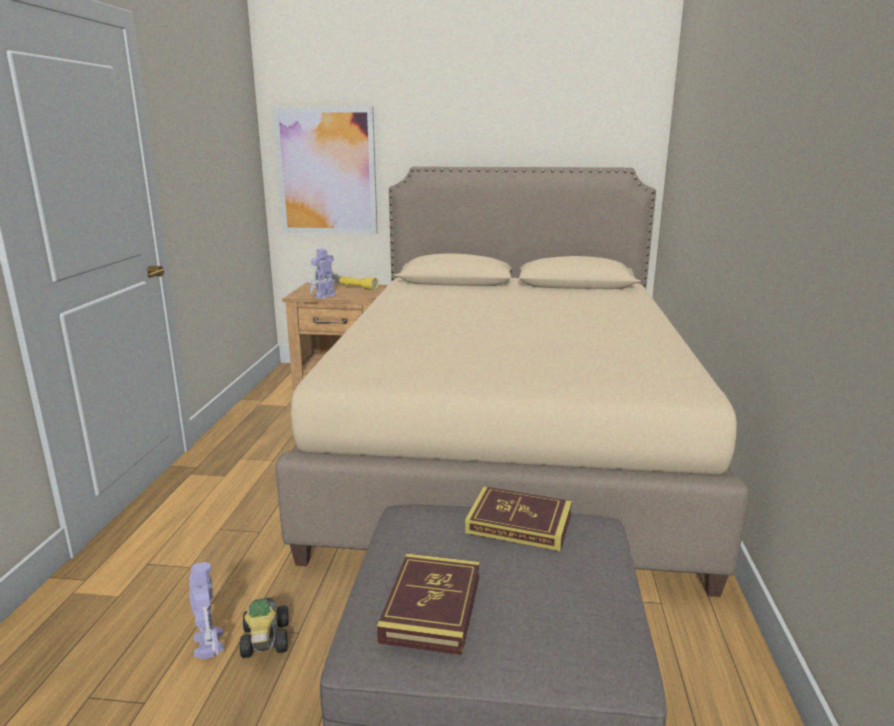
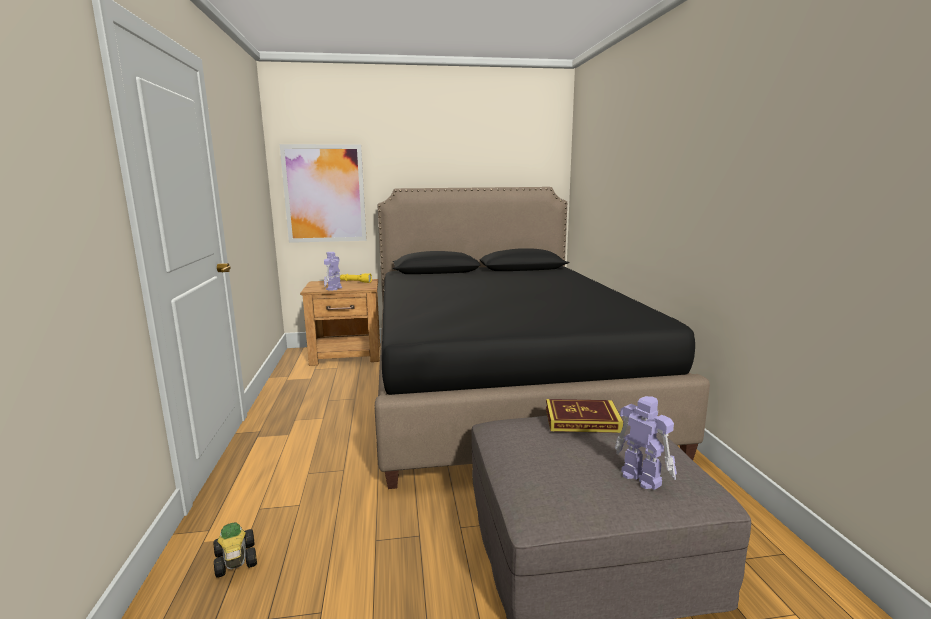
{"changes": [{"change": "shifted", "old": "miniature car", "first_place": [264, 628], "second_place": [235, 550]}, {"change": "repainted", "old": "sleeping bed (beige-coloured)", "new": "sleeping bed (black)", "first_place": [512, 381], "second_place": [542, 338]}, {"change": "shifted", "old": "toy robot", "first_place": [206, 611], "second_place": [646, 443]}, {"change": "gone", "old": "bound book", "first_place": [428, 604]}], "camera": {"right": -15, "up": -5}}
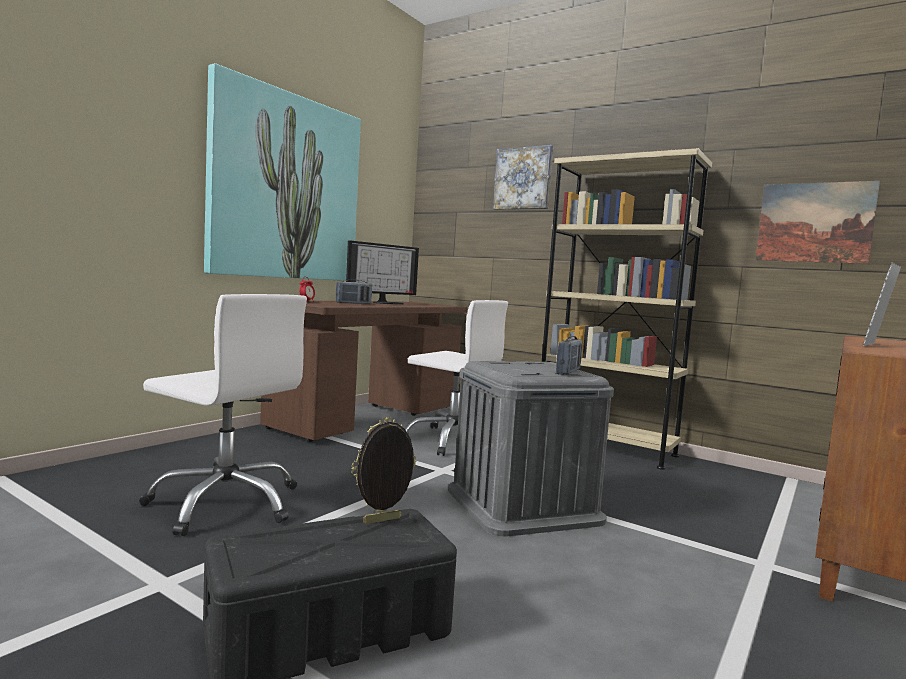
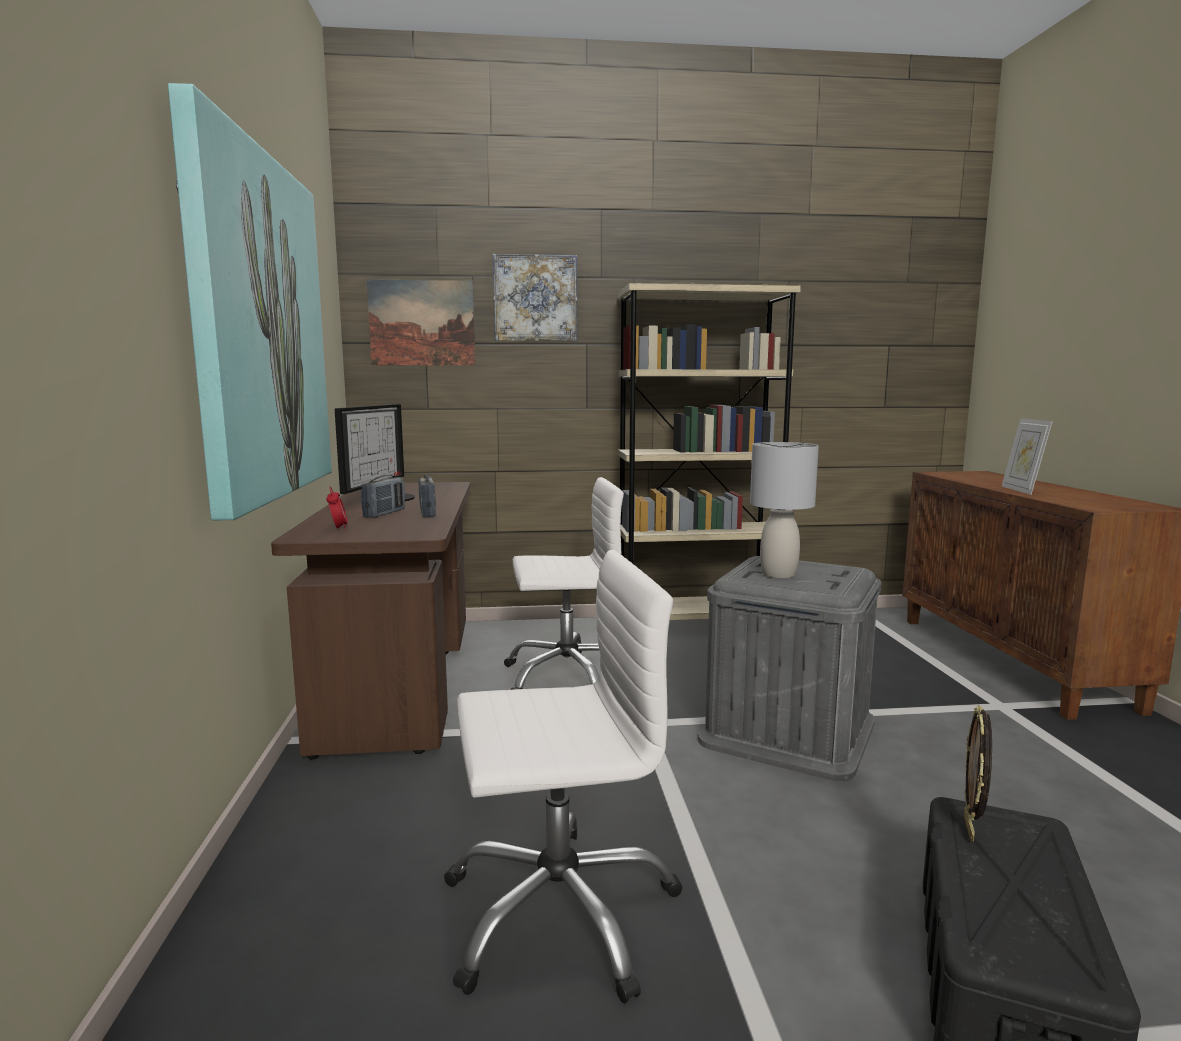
{"changes": [{"change": "shifted", "old": "picture", "first_place": [818, 222], "second_place": [421, 322]}, {"change": "shifted", "old": "radio set", "first_place": [569, 355], "second_place": [427, 495]}, {"change": "new", "new": "tabletop lamp (gray)", "second_place": [784, 510]}], "camera": {"right": -40, "up": 5}}
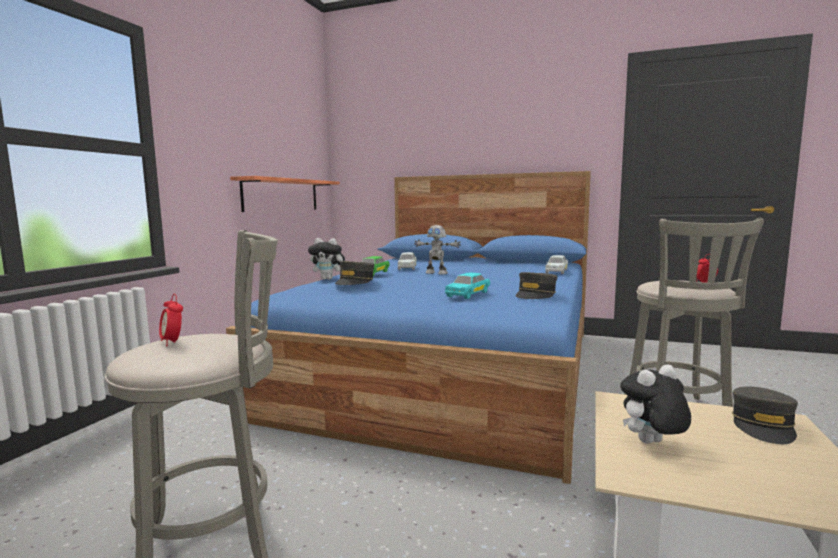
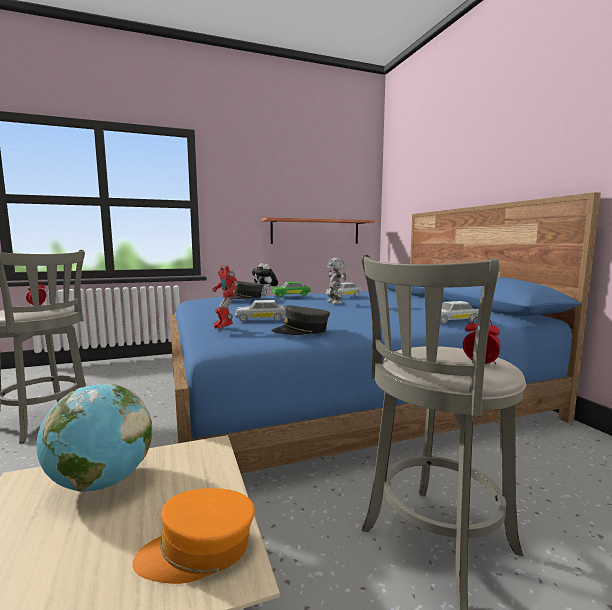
{"changes": [{"change": "swapped", "old": "soft toy", "new": "globe", "first_place": [655, 404], "second_place": [94, 438]}, {"change": "repainted", "old": "peaked cap (gray)", "new": "peaked cap (orange-coloured)", "first_place": [765, 415], "second_place": [194, 536]}, {"change": "new", "new": "toy robot", "second_place": [225, 297]}, {"change": "repainted", "old": "miniature car (blue-green)", "new": "miniature car (whitish)", "first_place": [467, 285], "second_place": [260, 311]}], "camera": {"right": 50, "up": 0}}
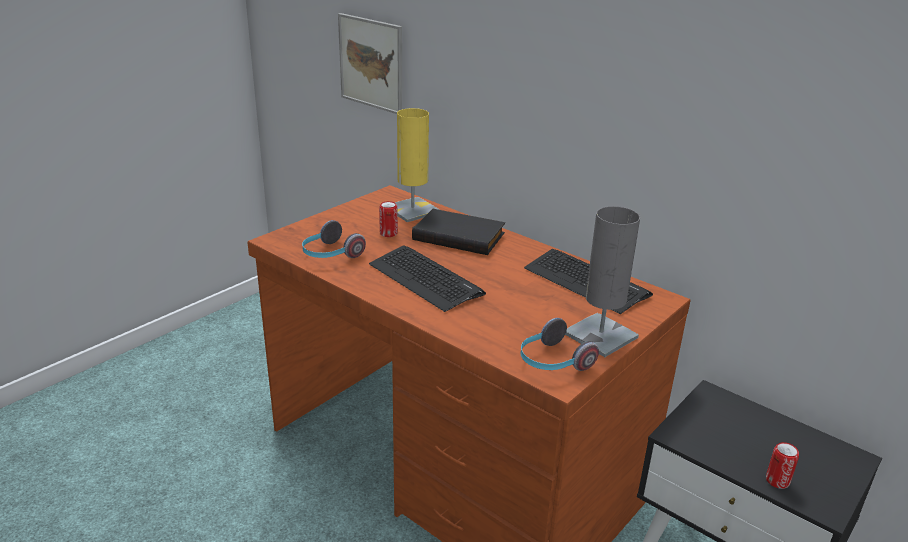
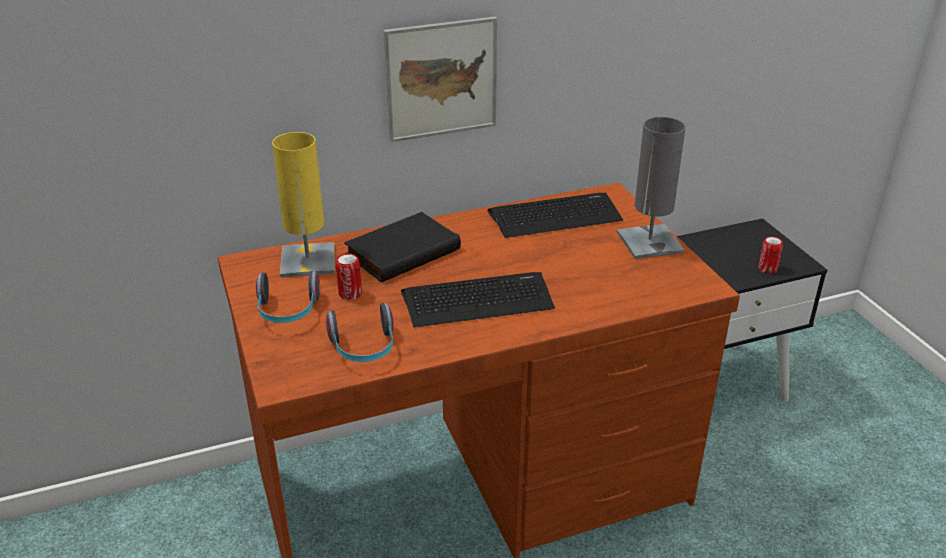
{"changes": [{"change": "shifted", "old": "headset", "first_place": [559, 344], "second_place": [288, 297]}, {"change": "shifted", "old": "picture", "first_place": [370, 63], "second_place": [440, 79]}], "camera": {"right": -60, "up": 5}}
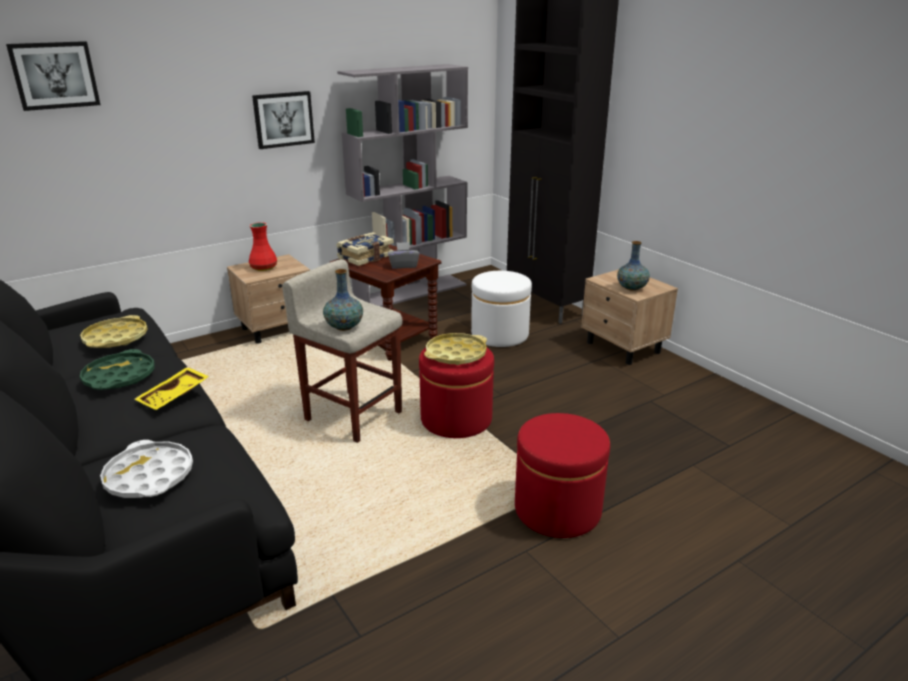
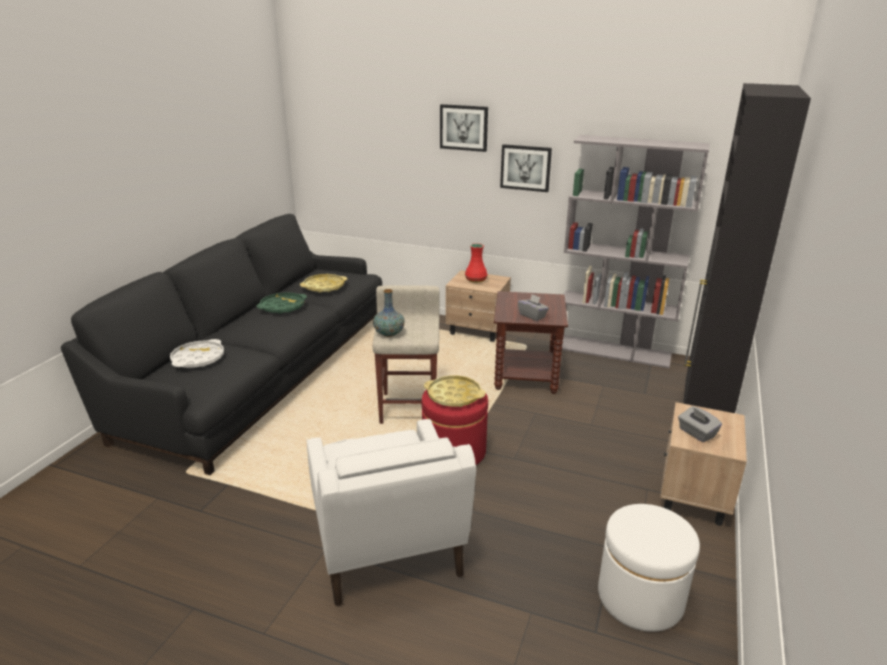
{"changes": [{"change": "swapped", "old": "footrest (reddish)", "new": "easy chair (whitish)", "first_place": [562, 475], "second_place": [391, 512]}, {"change": "shifted", "old": "picture", "first_place": [53, 76], "second_place": [464, 128]}, {"change": "shifted", "old": "footrest (whitish)", "first_place": [501, 309], "second_place": [649, 568]}, {"change": "swapped", "old": "flower vase", "new": "tissue box (gray)", "first_place": [633, 266], "second_place": [700, 424]}, {"change": "gone", "old": "carrying tray (yellow-coloured)", "first_place": [172, 388]}, {"change": "gone", "old": "bound book", "first_place": [365, 249]}], "camera": {"right": 55, "up": 0}}
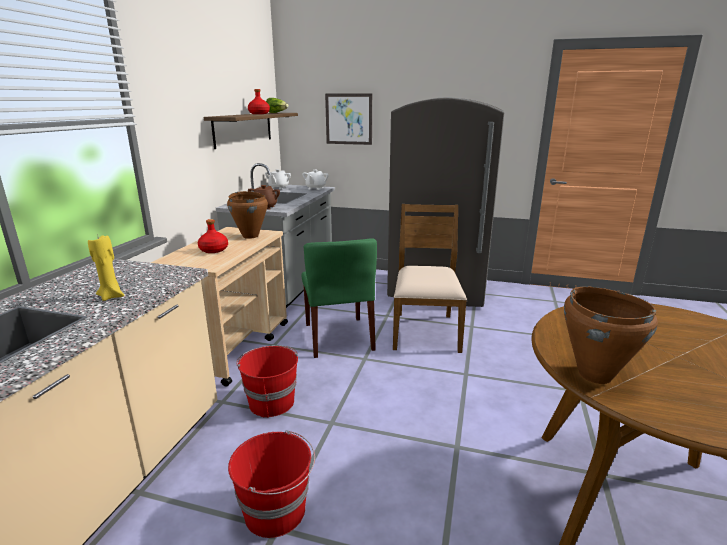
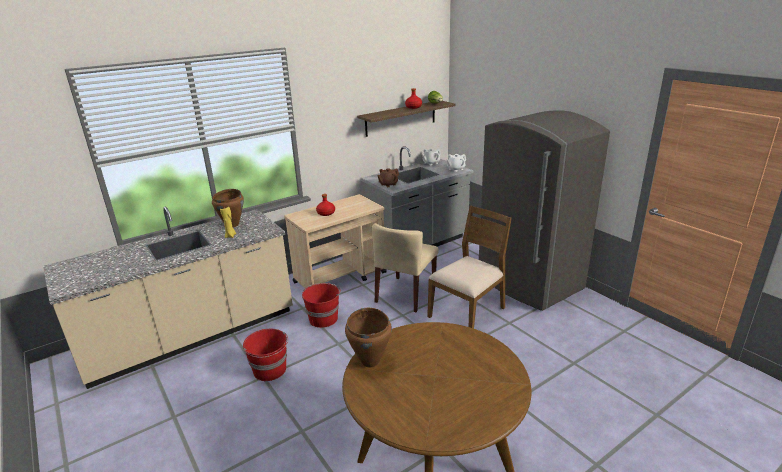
{"changes": [{"change": "shifted", "old": "saucepot (brown-coloured)", "first_place": [247, 215], "second_place": [228, 208]}, {"change": "repainted", "old": "upright chair (greenish)", "new": "upright chair (beige-coloured)", "first_place": [339, 298], "second_place": [405, 267]}, {"change": "gone", "old": "picture", "first_place": [348, 119]}], "camera": {"right": 40, "up": 5}}
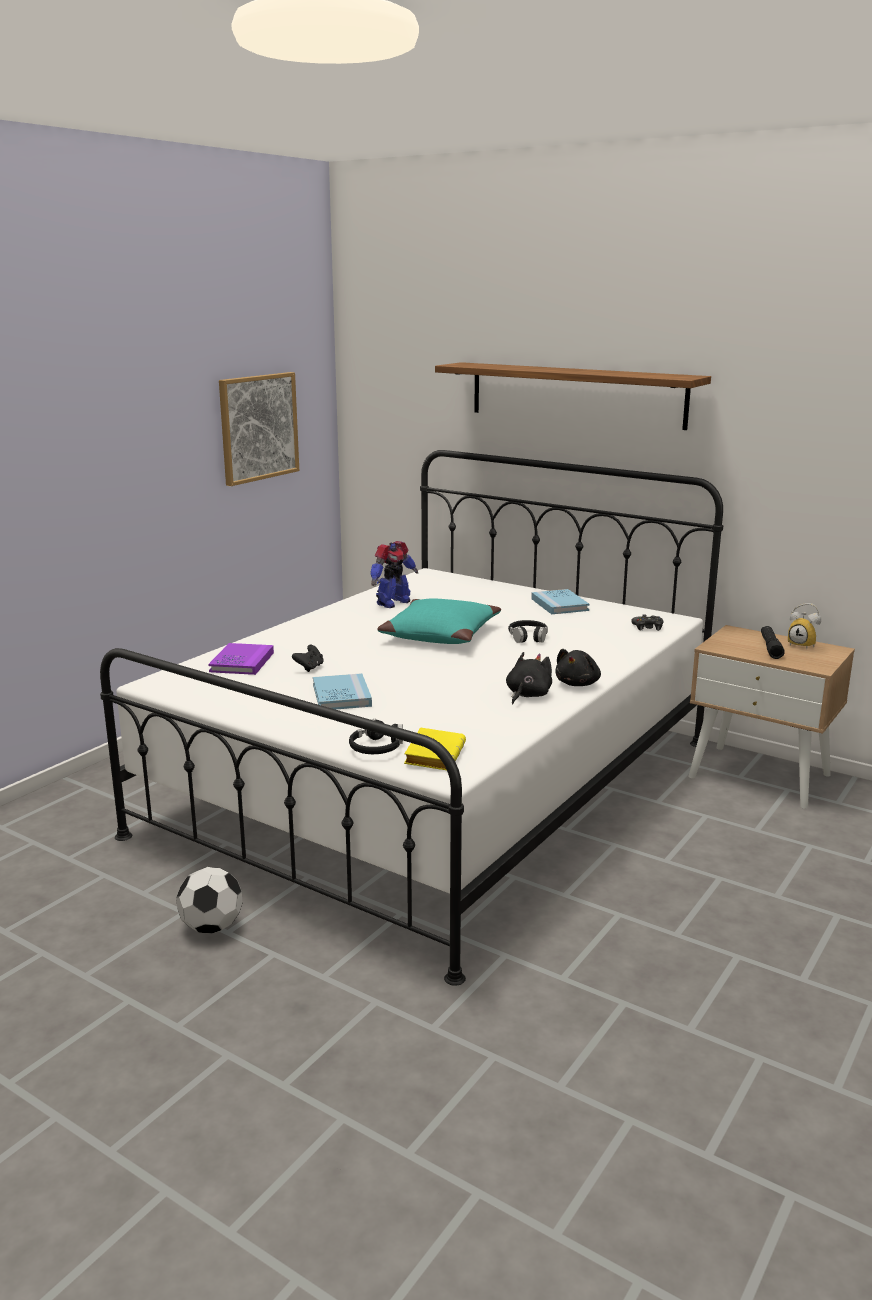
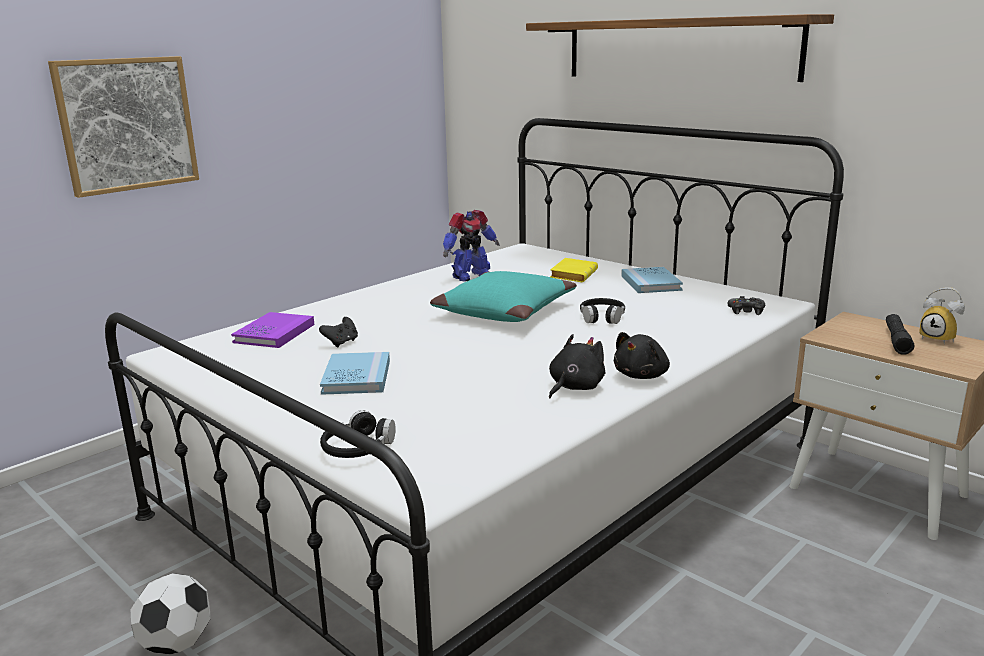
{"changes": [{"change": "shifted", "old": "picture", "first_place": [259, 429], "second_place": [123, 127]}, {"change": "shifted", "old": "bound book (yellow-coloured)", "first_place": [435, 748], "second_place": [574, 270]}], "camera": {"right": 10, "up": 0}}
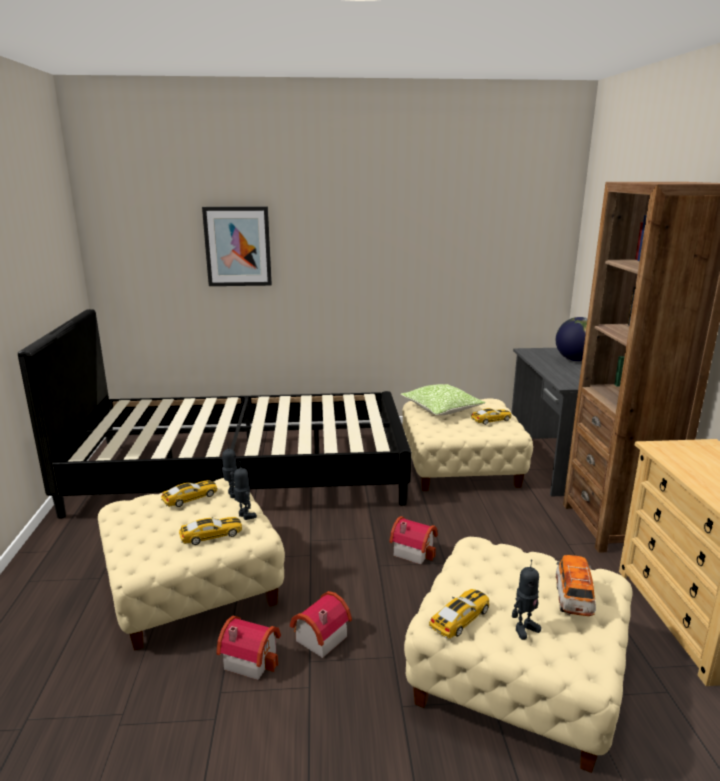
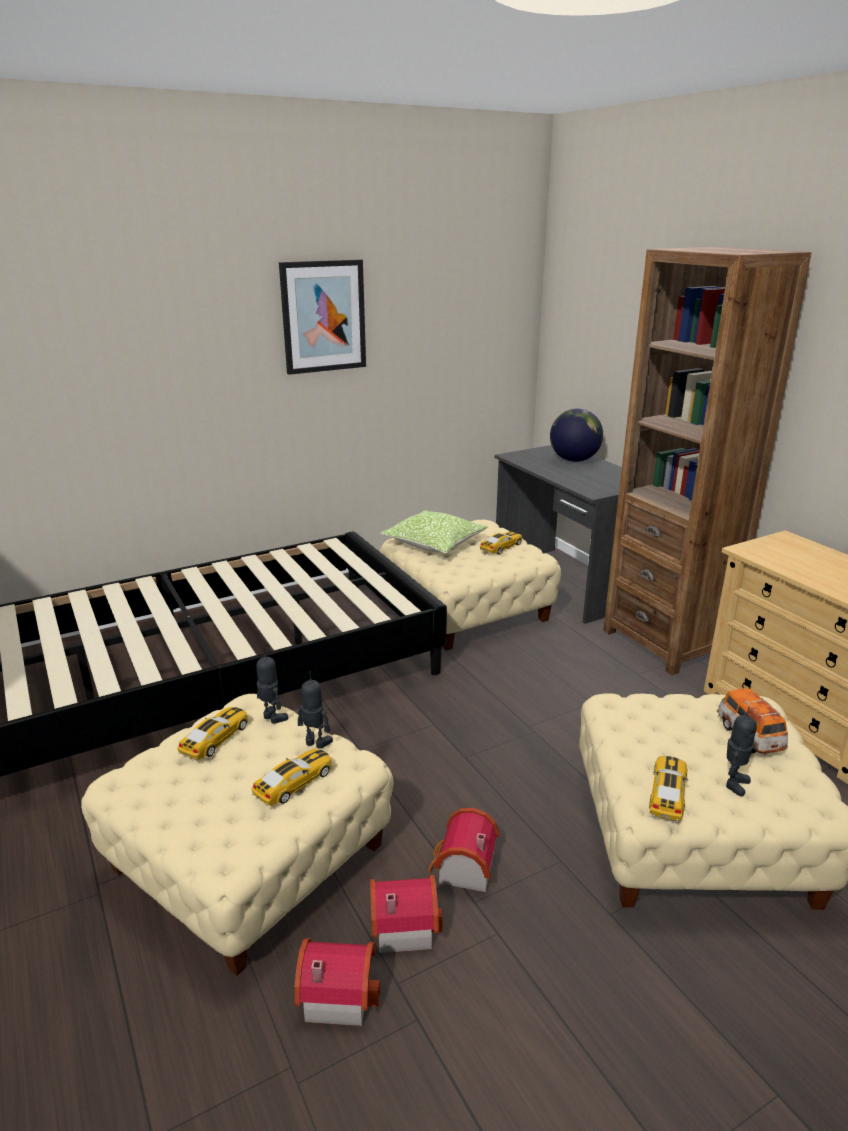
{"changes": [{"change": "shifted", "old": "picture", "first_place": [237, 246], "second_place": [322, 317]}, {"change": "shifted", "old": "miniature house", "first_place": [413, 540], "second_place": [337, 982]}], "camera": {"right": -25, "up": 5}}
